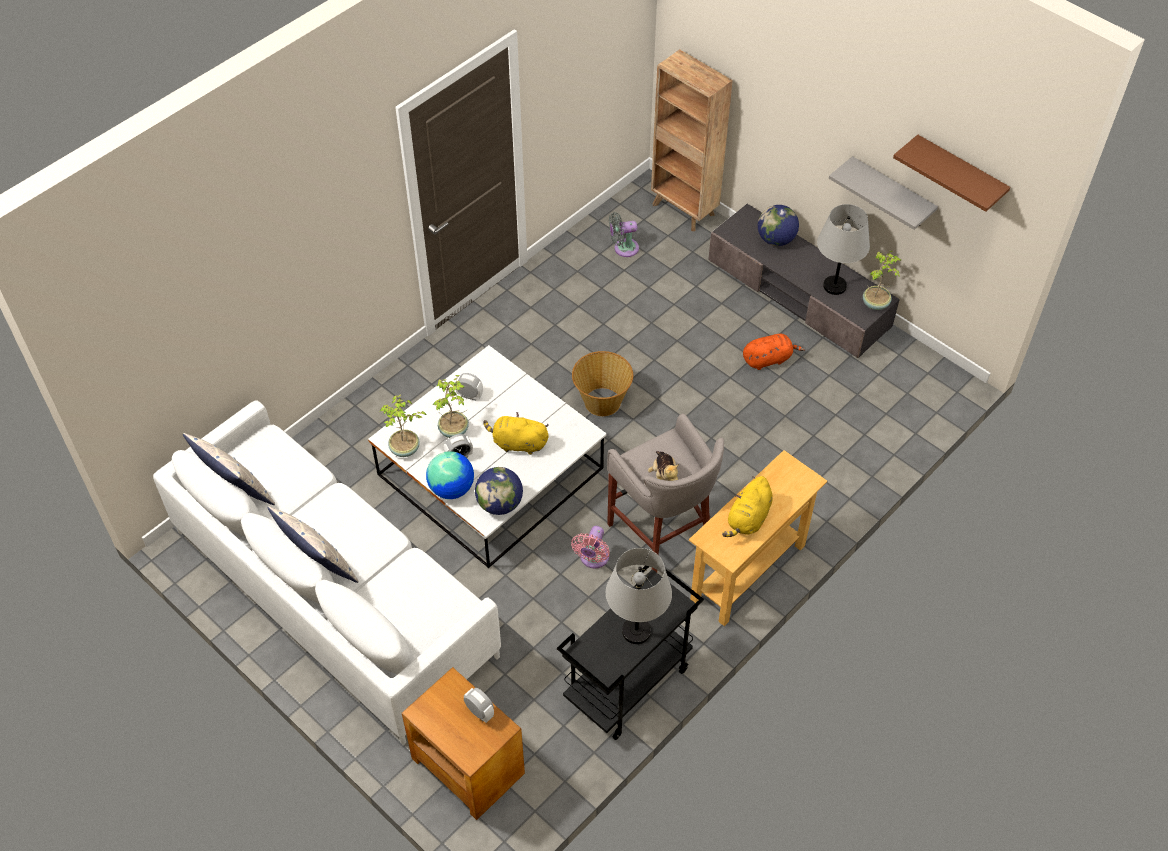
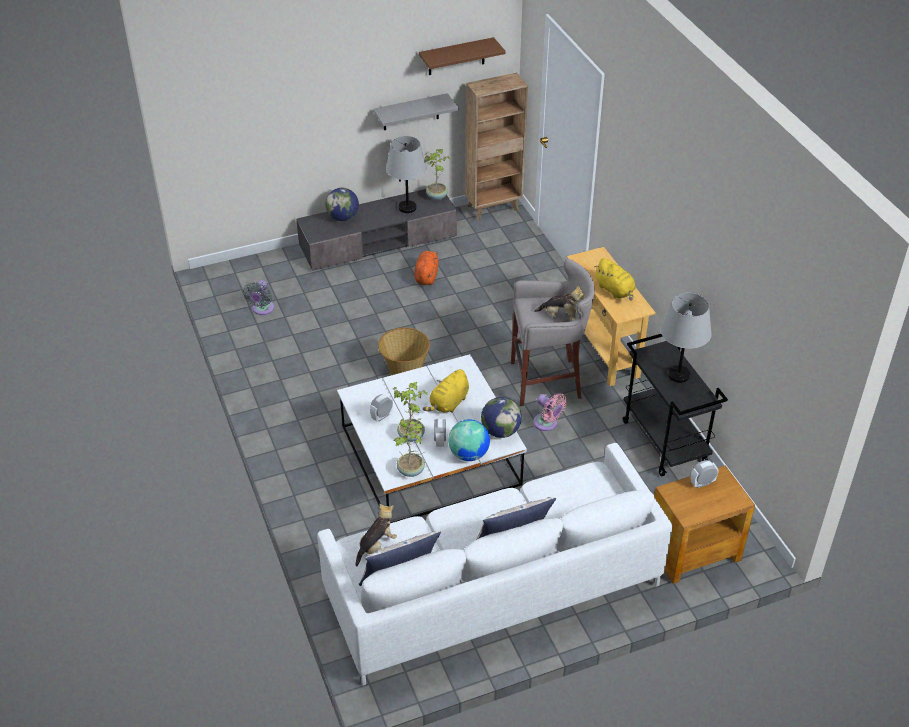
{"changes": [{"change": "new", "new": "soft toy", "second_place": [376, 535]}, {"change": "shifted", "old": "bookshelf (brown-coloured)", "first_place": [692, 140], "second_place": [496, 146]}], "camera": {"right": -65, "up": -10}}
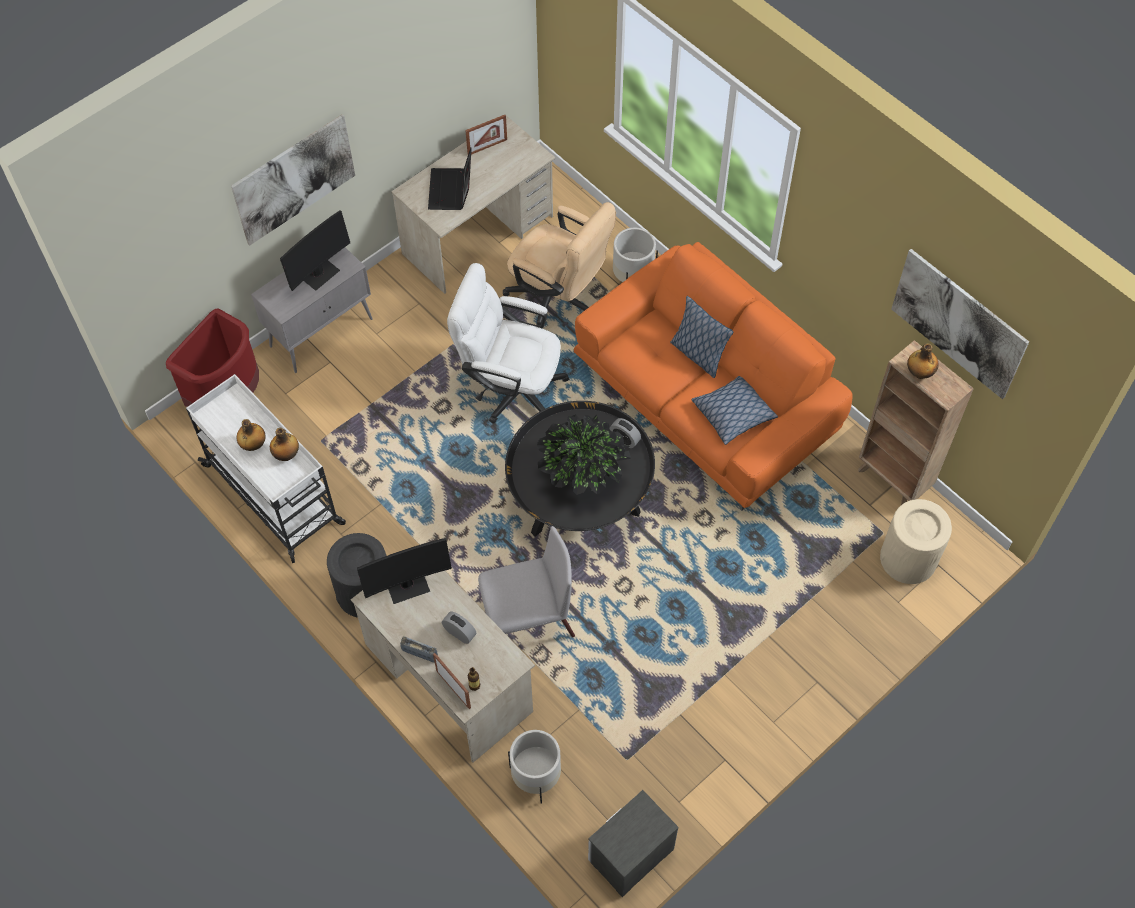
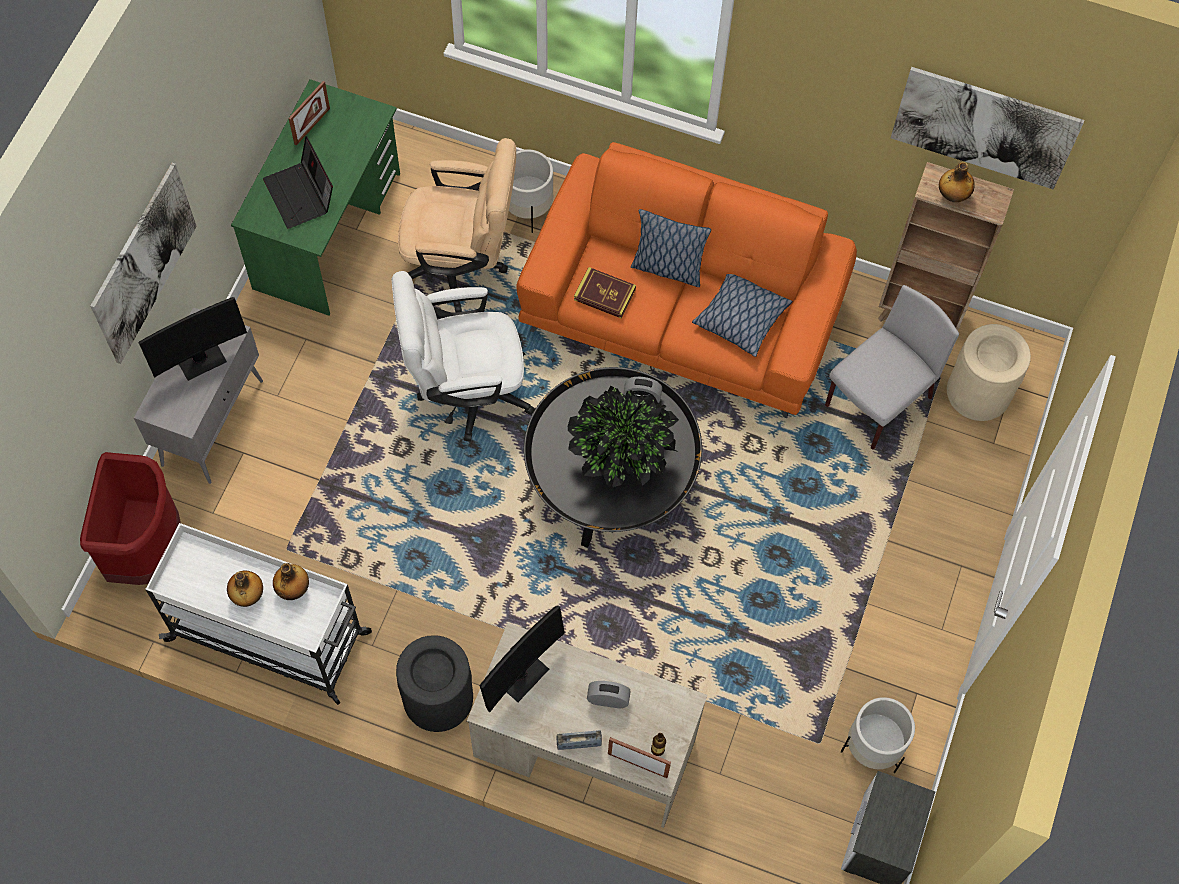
{"changes": [{"change": "rotated", "old": "computer display", "first_place": [315, 250], "second_place": [193, 339], "degrees": 45}, {"change": "repainted", "old": "desk (beige-coloured)", "new": "desk (greenish)", "first_place": [473, 205], "second_place": [315, 197]}, {"change": "new", "new": "bound book", "second_place": [605, 293]}, {"change": "shifted", "old": "upright chair (gray)", "first_place": [526, 581], "second_place": [892, 367]}, {"change": "shifted", "old": "planter (whitish)", "first_place": [534, 766], "second_place": [878, 735]}], "camera": {"right": -30, "up": 5}}
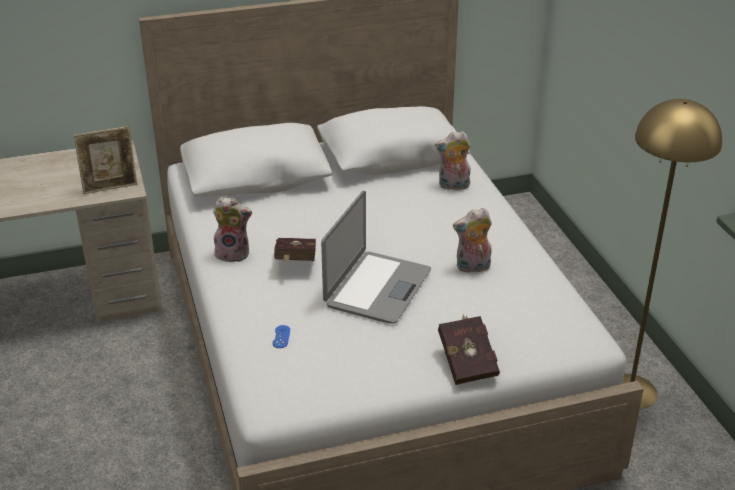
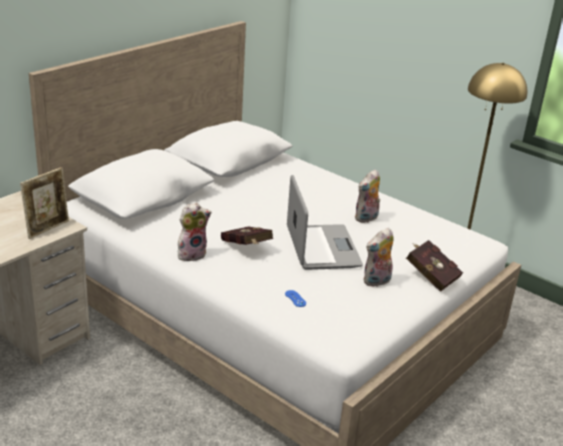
{"changes": [{"change": "shifted", "old": "soft toy", "first_place": [453, 160], "second_place": [379, 257]}], "camera": {"right": -35, "up": -5}}
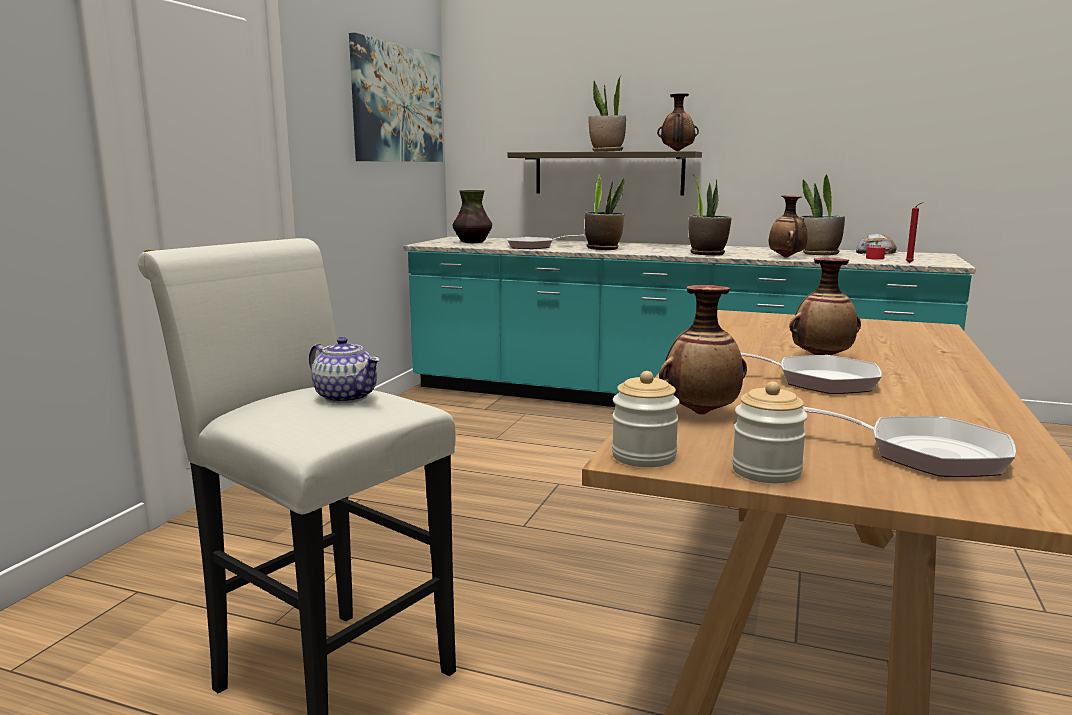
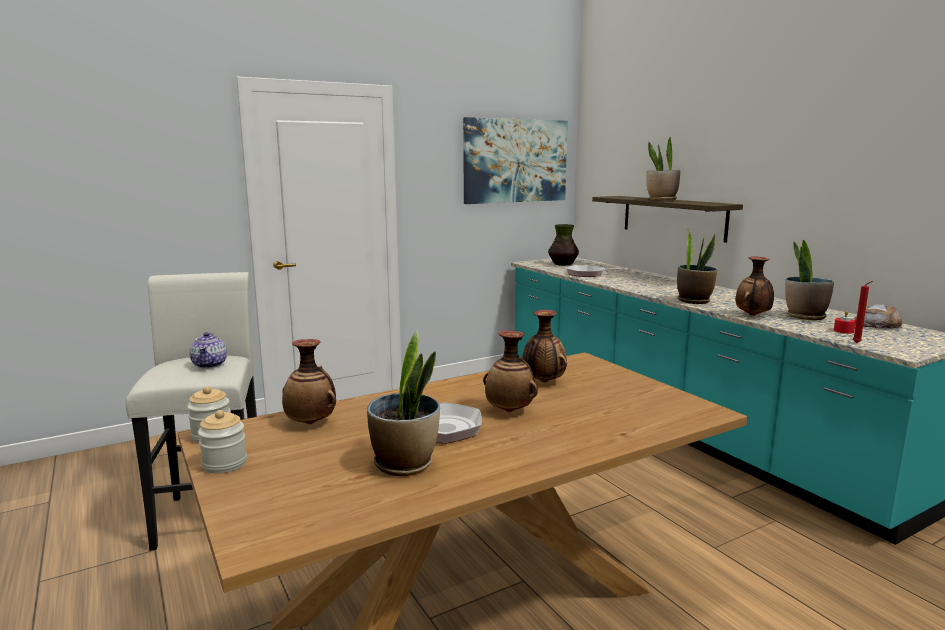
{"changes": [{"change": "shifted", "old": "potted plant", "first_place": [604, 211], "second_place": [403, 403]}, {"change": "shifted", "old": "flower vase", "first_place": [678, 122], "second_place": [544, 346]}, {"change": "gone", "old": "skillet", "first_place": [908, 442]}], "camera": {"right": 40, "up": 0}}
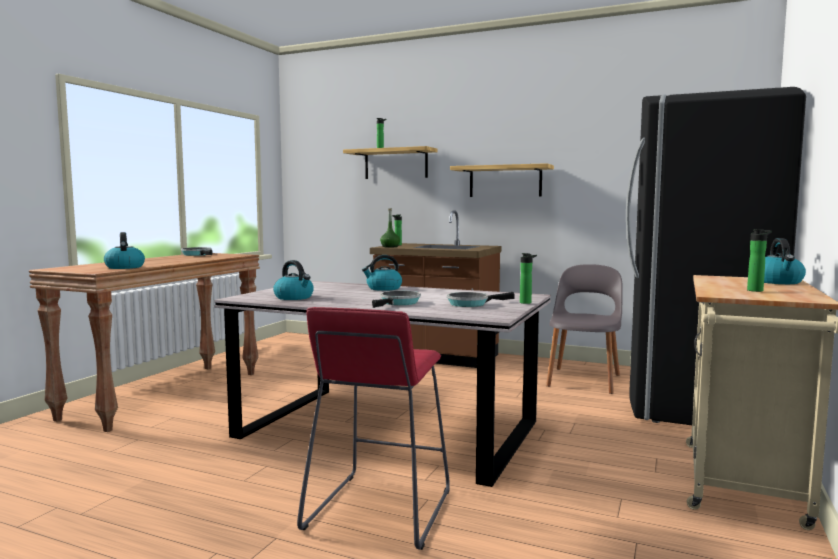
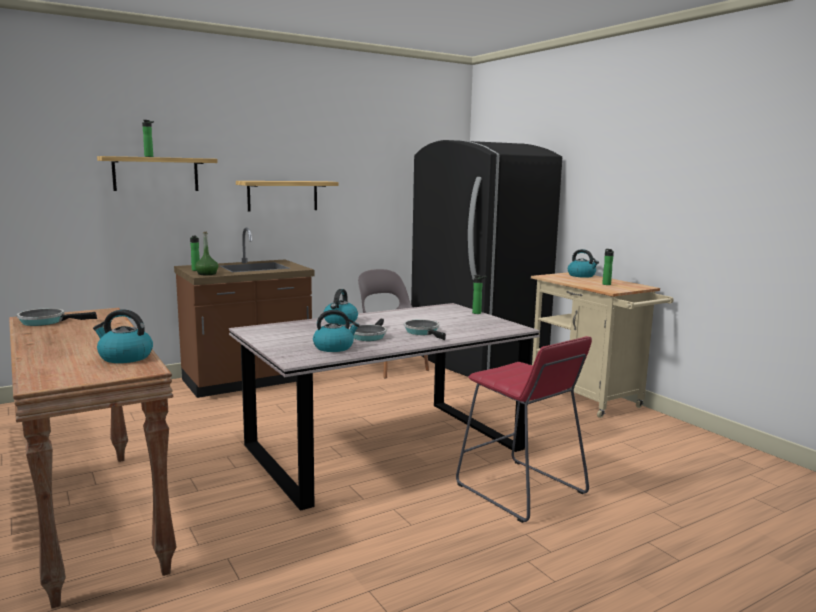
{"changes": [{"change": "shifted", "old": "skillet", "first_place": [481, 299], "second_place": [370, 330]}], "camera": {"right": -55, "up": 5}}
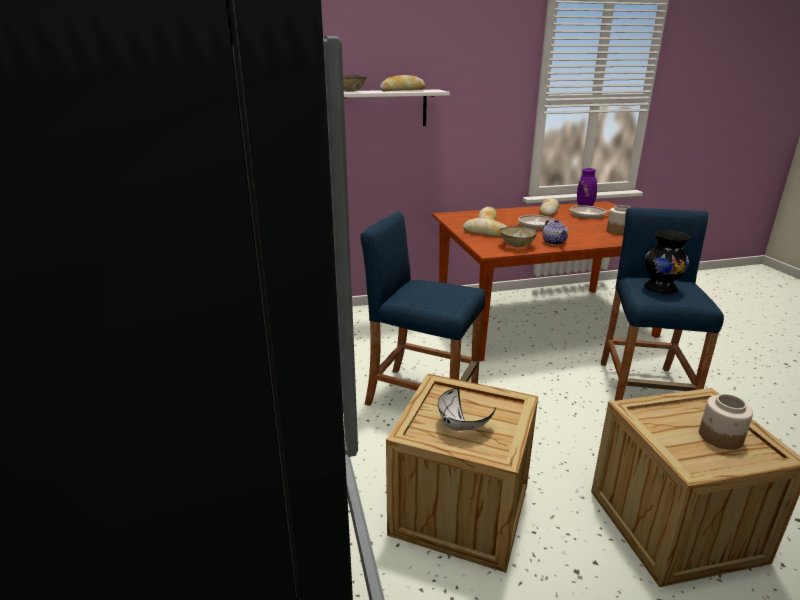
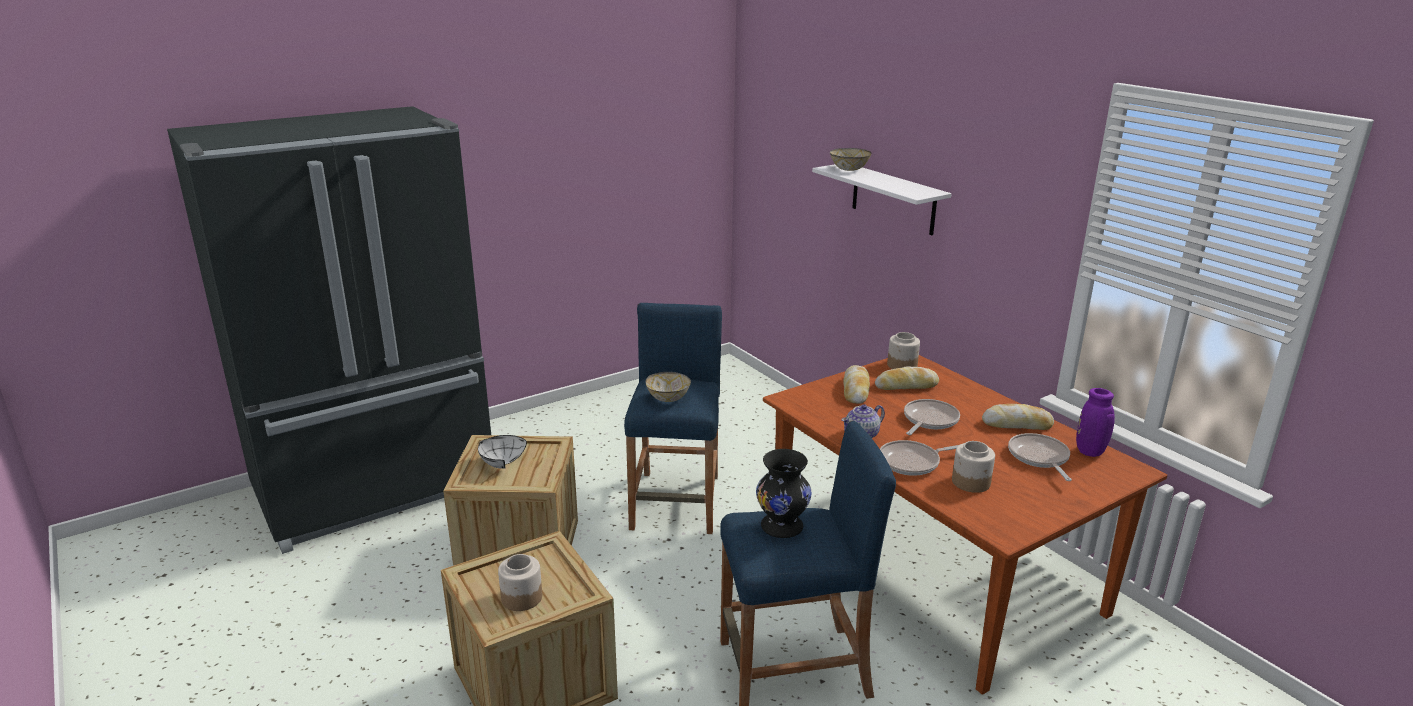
{"changes": [{"change": "shifted", "old": "deep dish", "first_place": [518, 237], "second_place": [668, 387]}, {"change": "new", "new": "skillet", "second_place": [919, 458]}, {"change": "new", "new": "storage jar", "second_place": [903, 350]}, {"change": "gone", "old": "baked bread", "first_place": [402, 83]}], "camera": {"right": 70, "up": 0}}
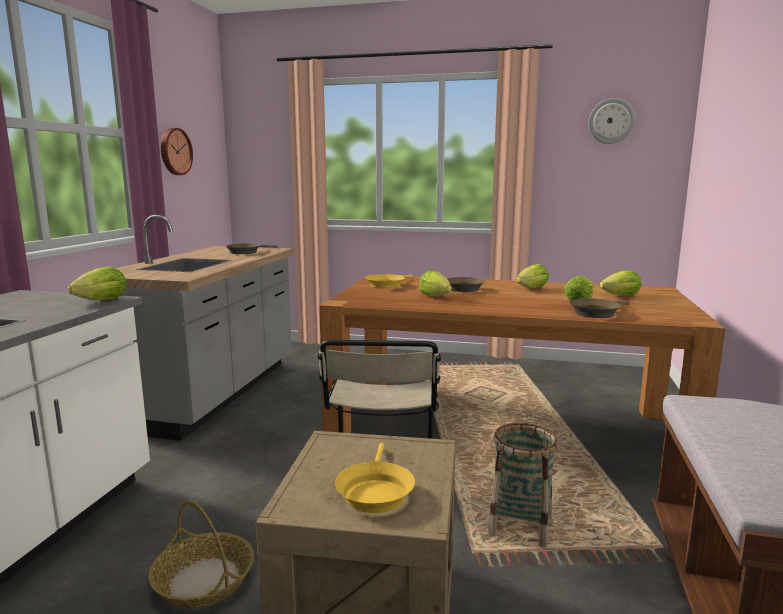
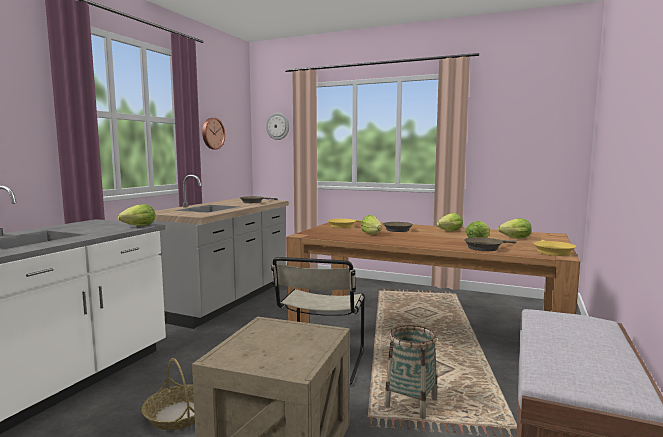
{"changes": [{"change": "shifted", "old": "clock on the wall", "first_place": [611, 121], "second_place": [277, 126]}, {"change": "shifted", "old": "skillet (yellow-coloured)", "first_place": [375, 478], "second_place": [554, 248]}], "camera": {"right": 10, "up": -5}}
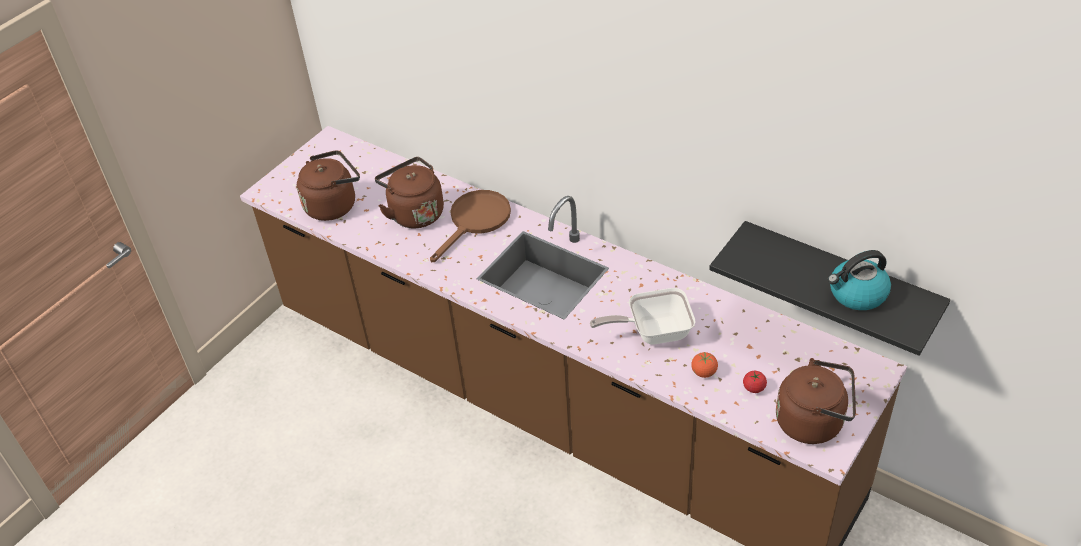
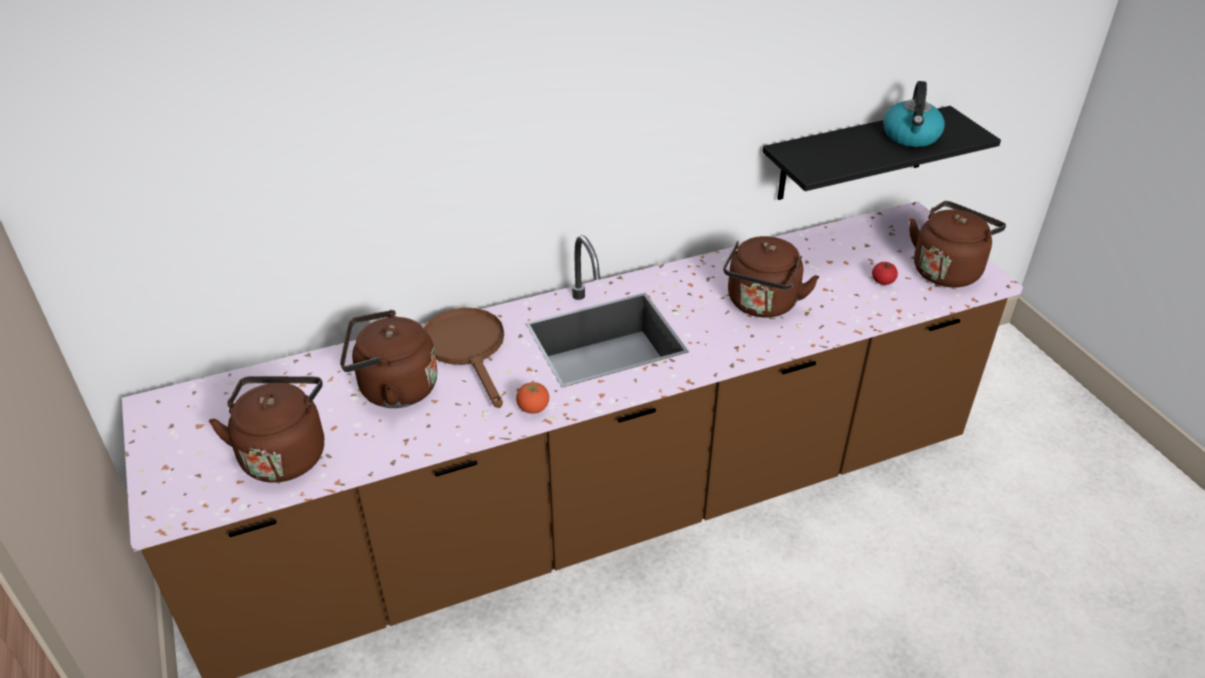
{"changes": [{"change": "shifted", "old": "whole tomato", "first_place": [704, 365], "second_place": [532, 398]}, {"change": "swapped", "old": "skillet", "new": "kettle (brown-coloured)", "first_place": [643, 316], "second_place": [771, 277]}], "camera": {"right": -60, "up": -5}}
